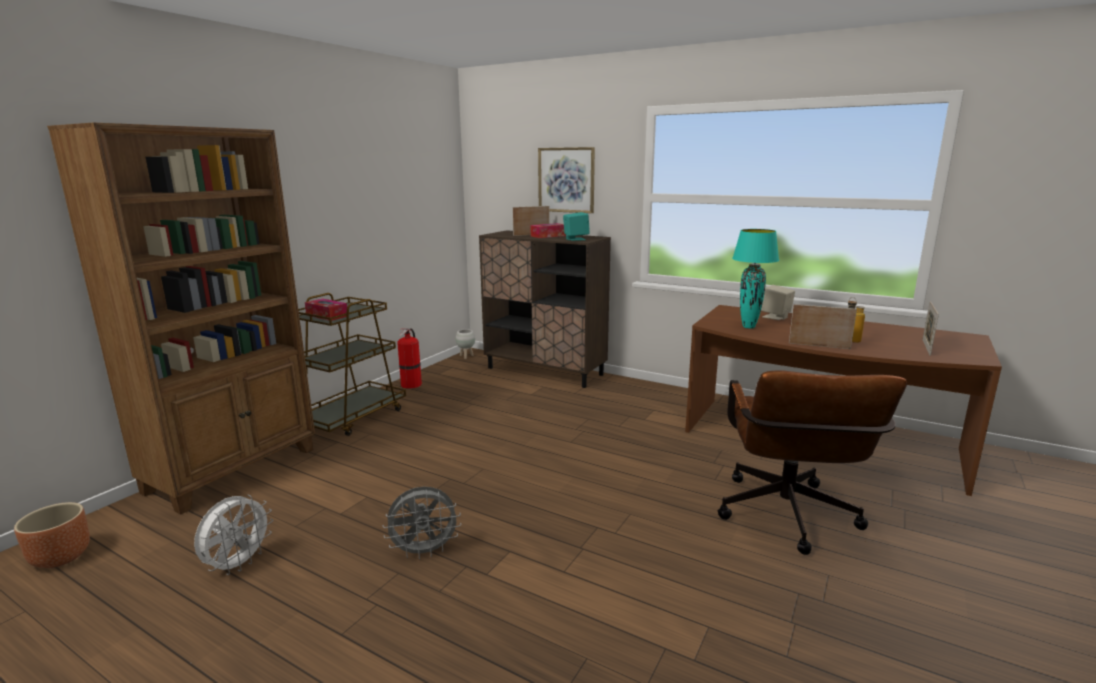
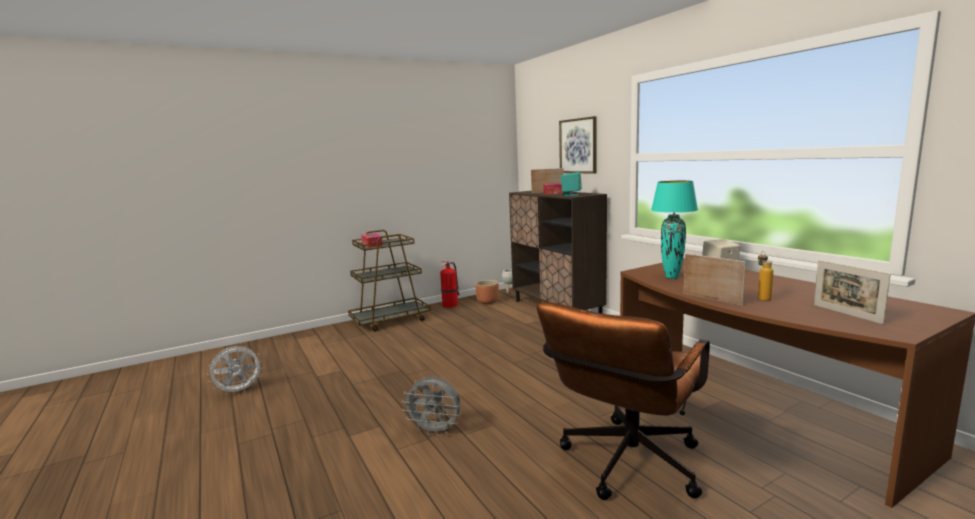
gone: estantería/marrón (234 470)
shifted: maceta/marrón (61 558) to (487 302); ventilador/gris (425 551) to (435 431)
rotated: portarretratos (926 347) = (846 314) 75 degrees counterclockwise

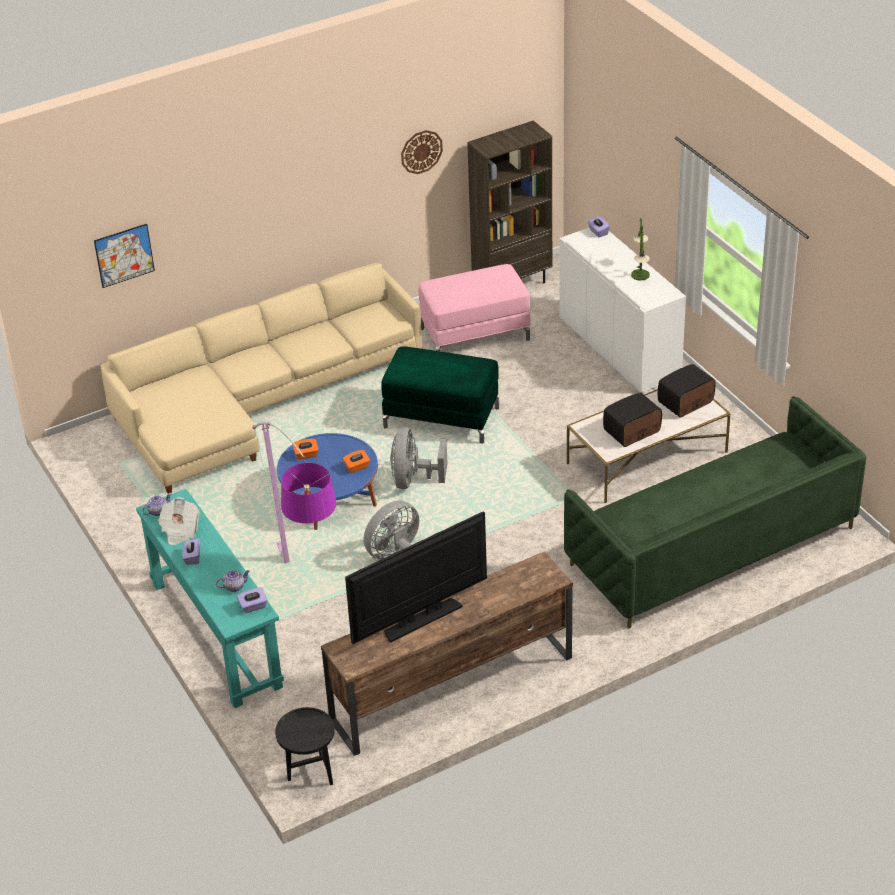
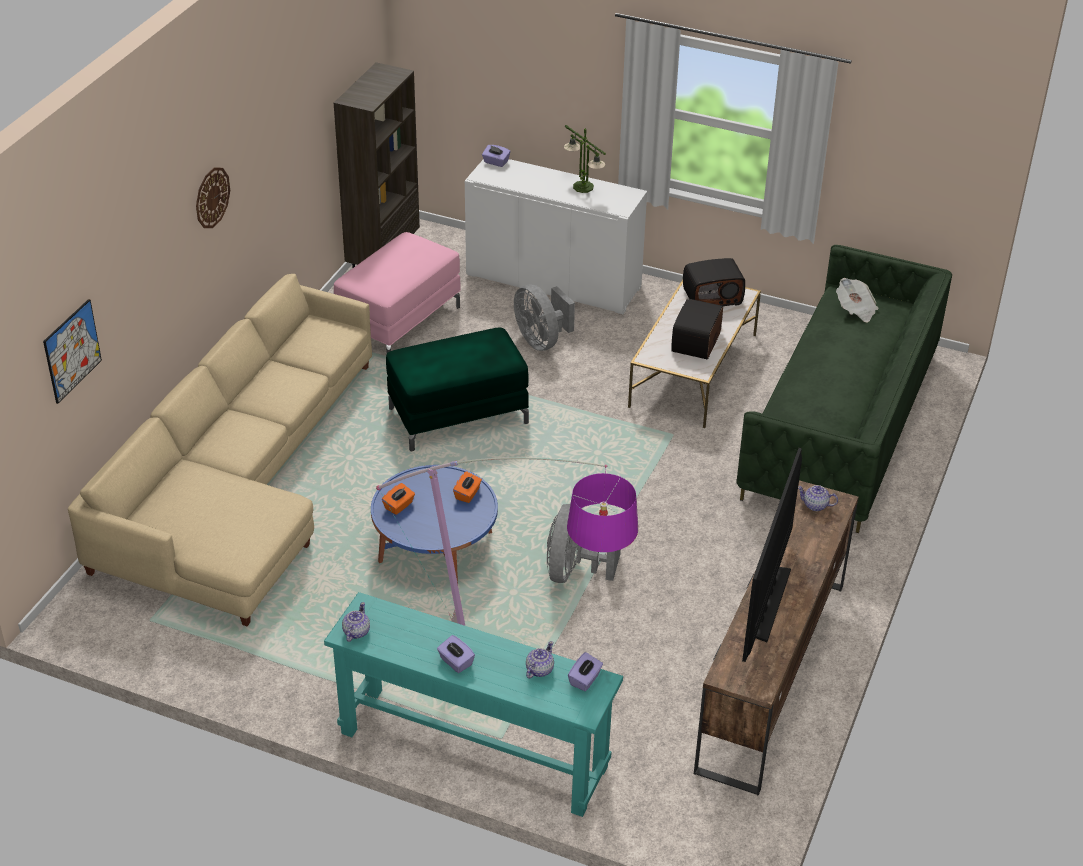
gone: mesa auxiliar/negro (310 774)
new: tetera (815 505)
shifted: periódico (180 530) to (855 310); ventilador/gris (413 480) to (541 341); reloj de pared (421 151) to (212 197)
rotated: radio (686 402) = (712 297) 120 degrees counterclockwise

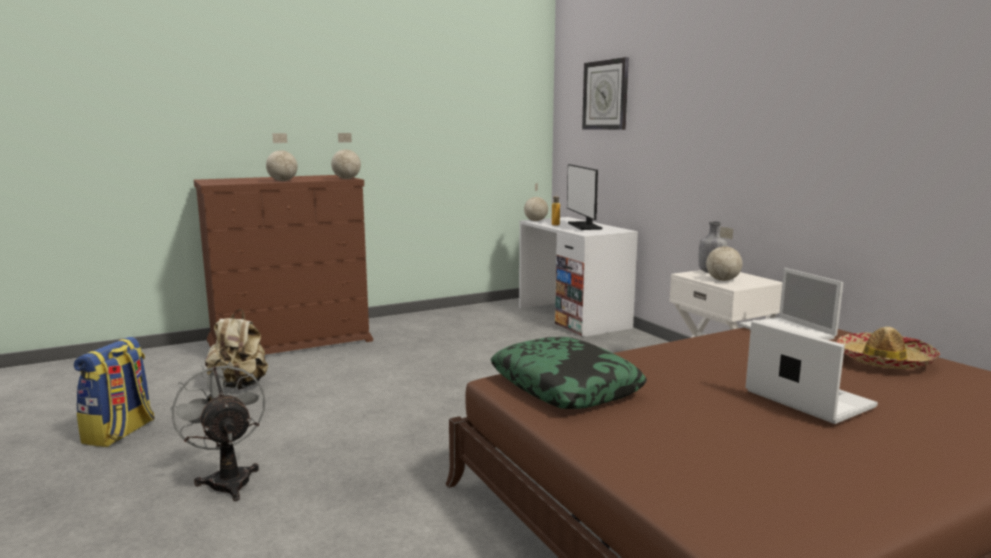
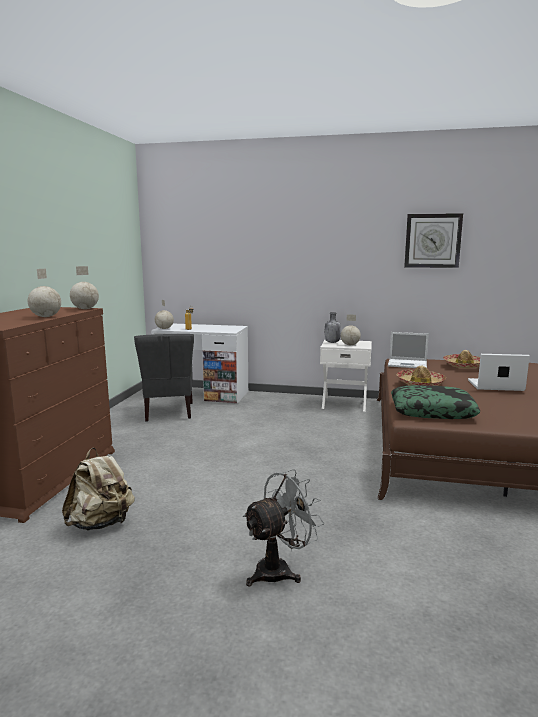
gone: mochila (120 433); monitor (584 226)
new: silla/gris (168 412); sombrero (420 383)
shifted: reloj de pared (605 95) to (432 241)
rotated: ventilador/gris (228 479) = (280 569) 135 degrees clockwise

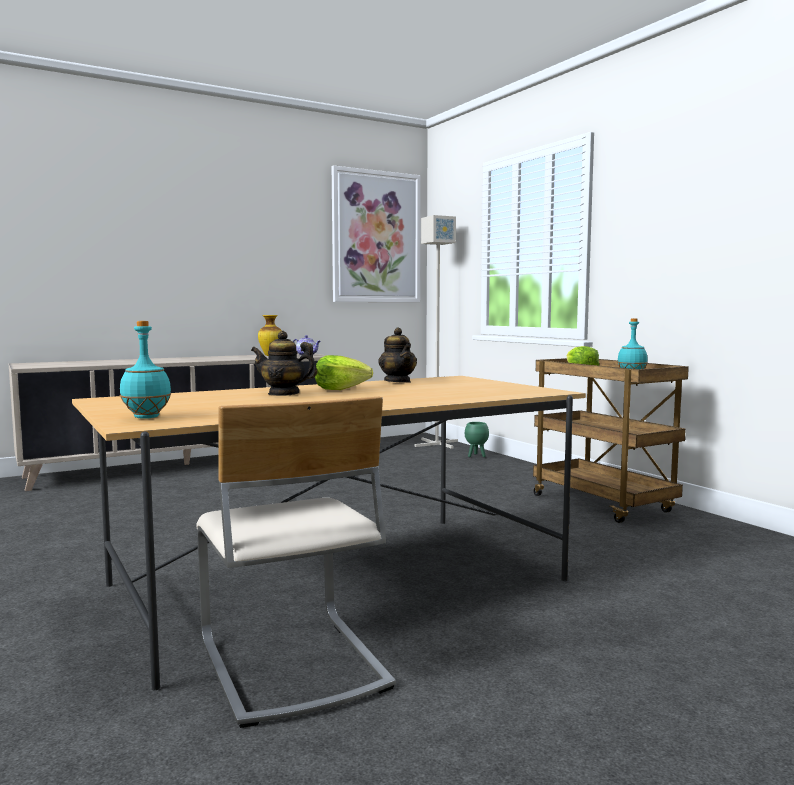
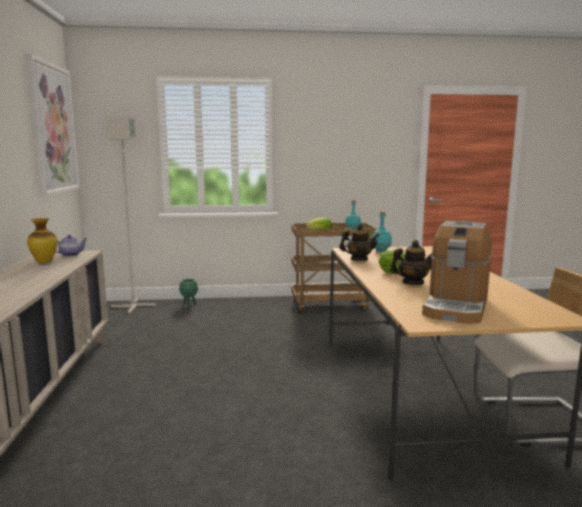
new: cafetera (456 306)
shifted: botella/turquesa (147 417) to (381 251)
rotated: tetera (284 394) = (412 283) 135 degrees counterclockwise

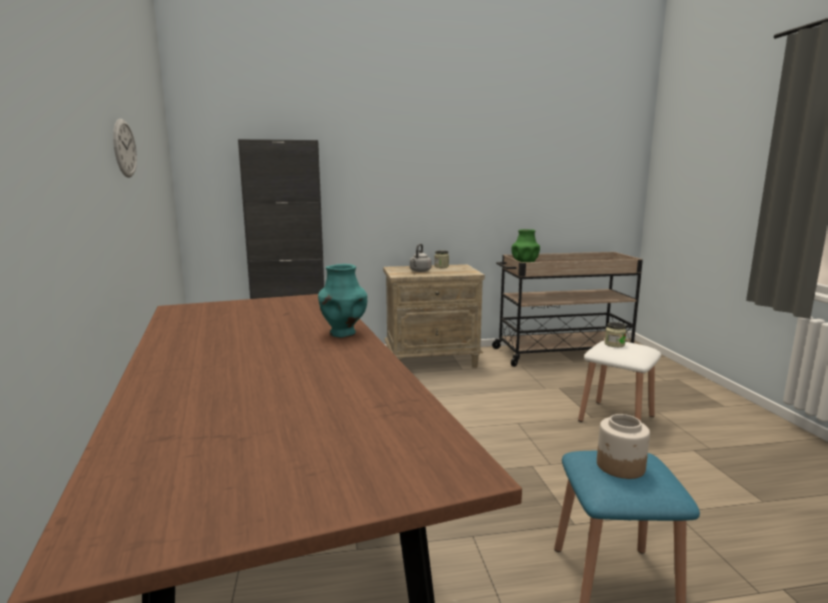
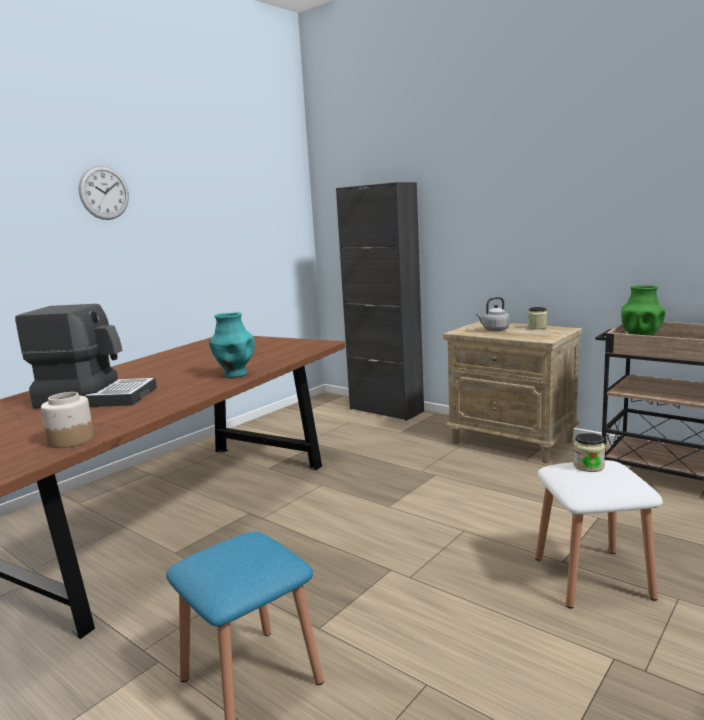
new: cafetera (96 397)
shifted: reloj de pared (124 148) to (104 193); tarro (620 466) to (70 440)

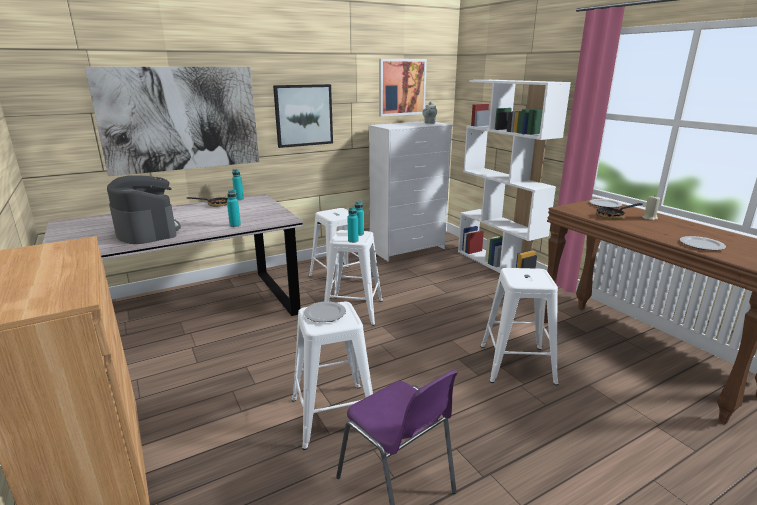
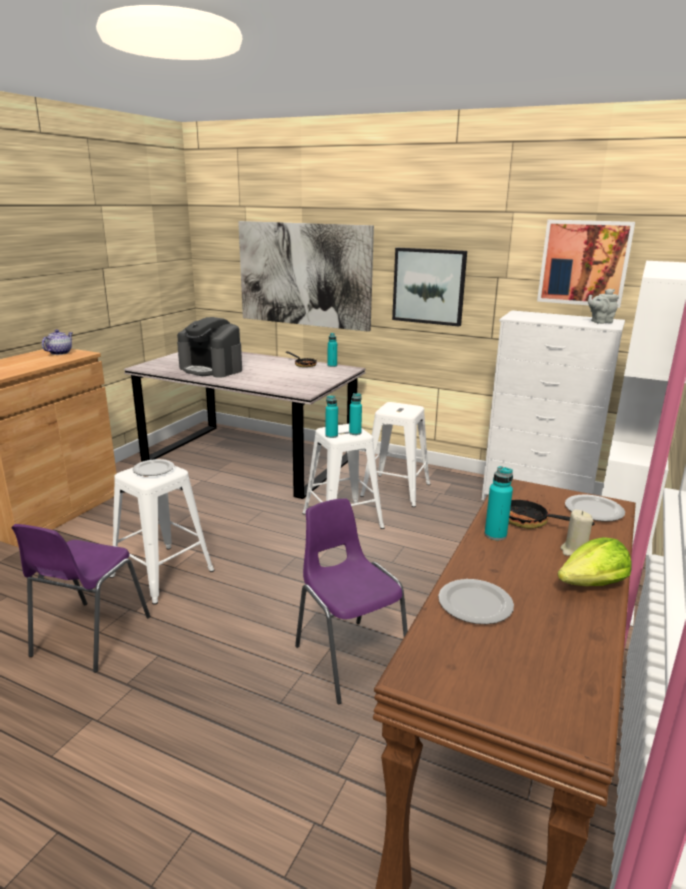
new: tetera (60 353); lechuga (592 585)
shifted: botella/turquesa (235 225) to (495 535)
swapped: taburete/blanco (515 363) to silla/morado (349 657)
rotated: cafetera (147 231) = (211 369) 105 degrees clockwise

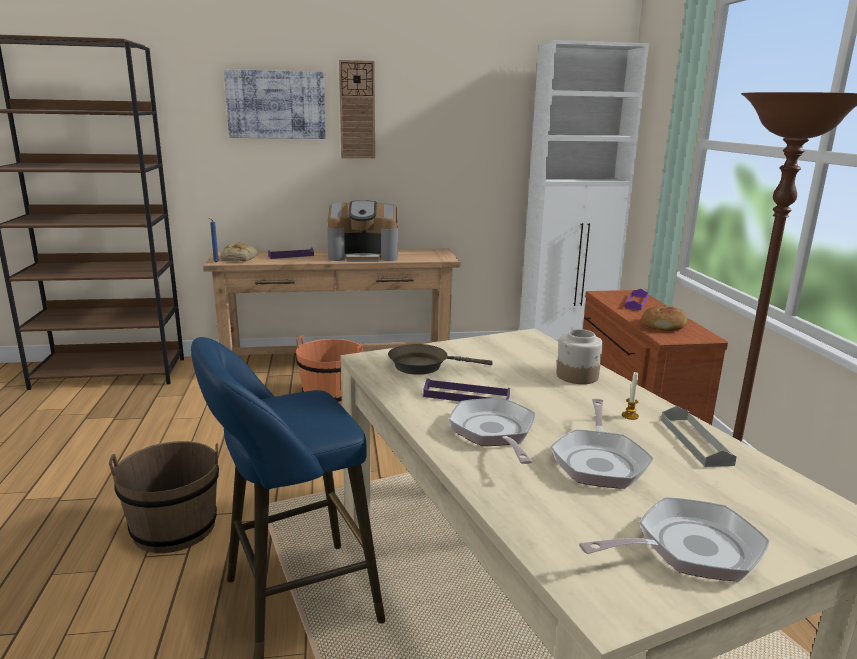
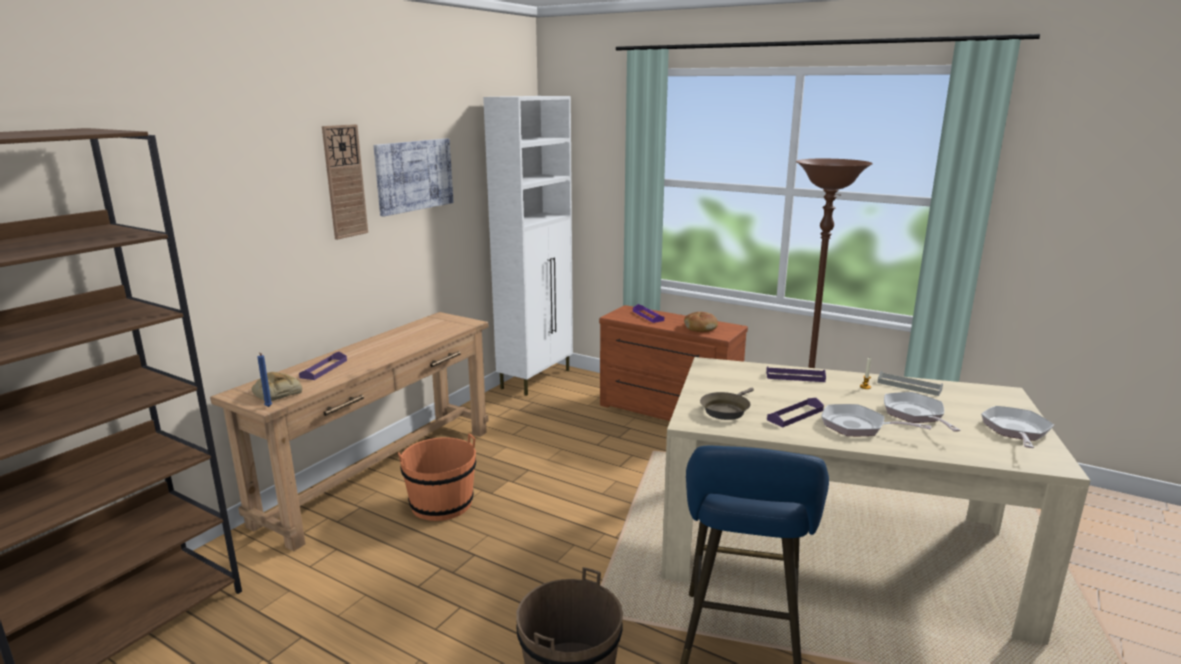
gone: cafetera (364 256)
shifted: cuadro (276 105) to (414 175)
swapped: tarro (577 376) to bandeja/morado (795 377)
rotated: sartén (599 461) = (915 415) 150 degrees counterclockwise

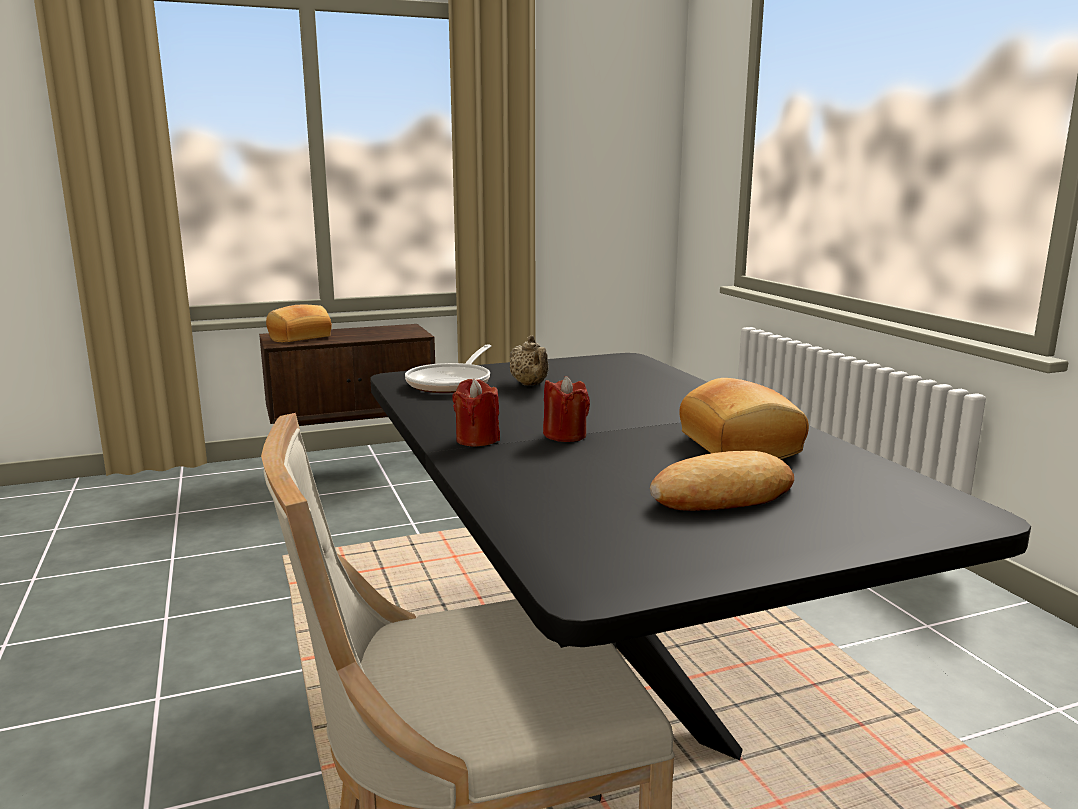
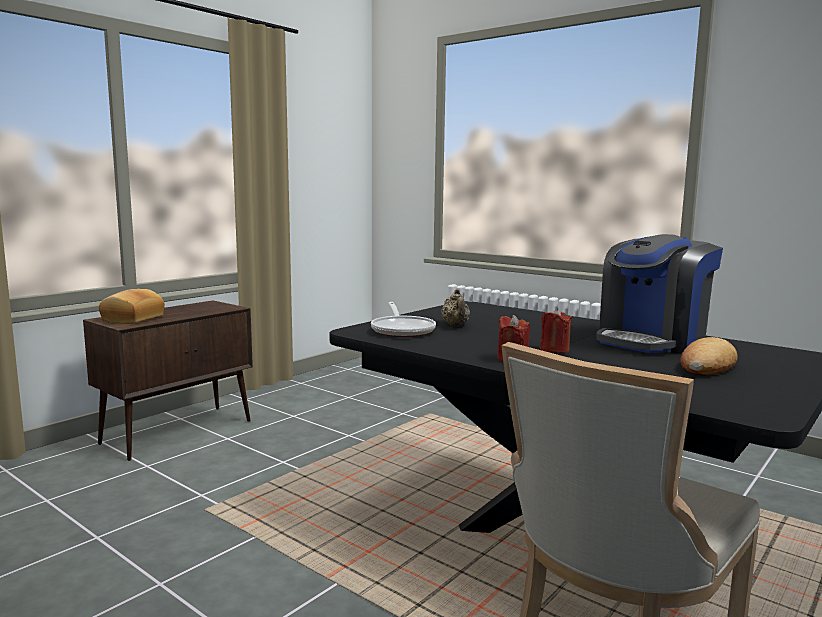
swapped: pan (742 445) to cafetera (652 341)
rotated: tetera/beis (530 385) = (455 325) 45 degrees clockwise

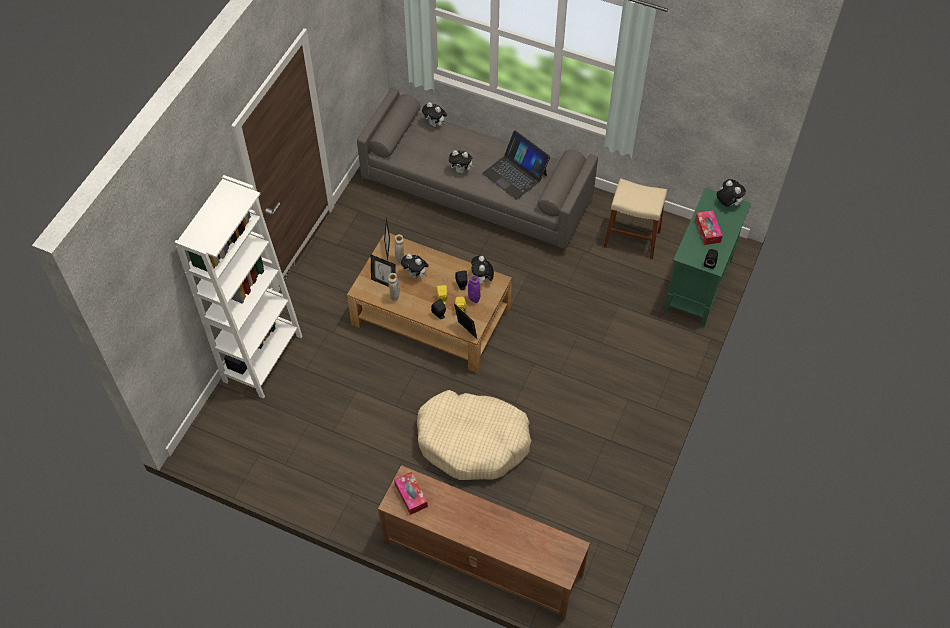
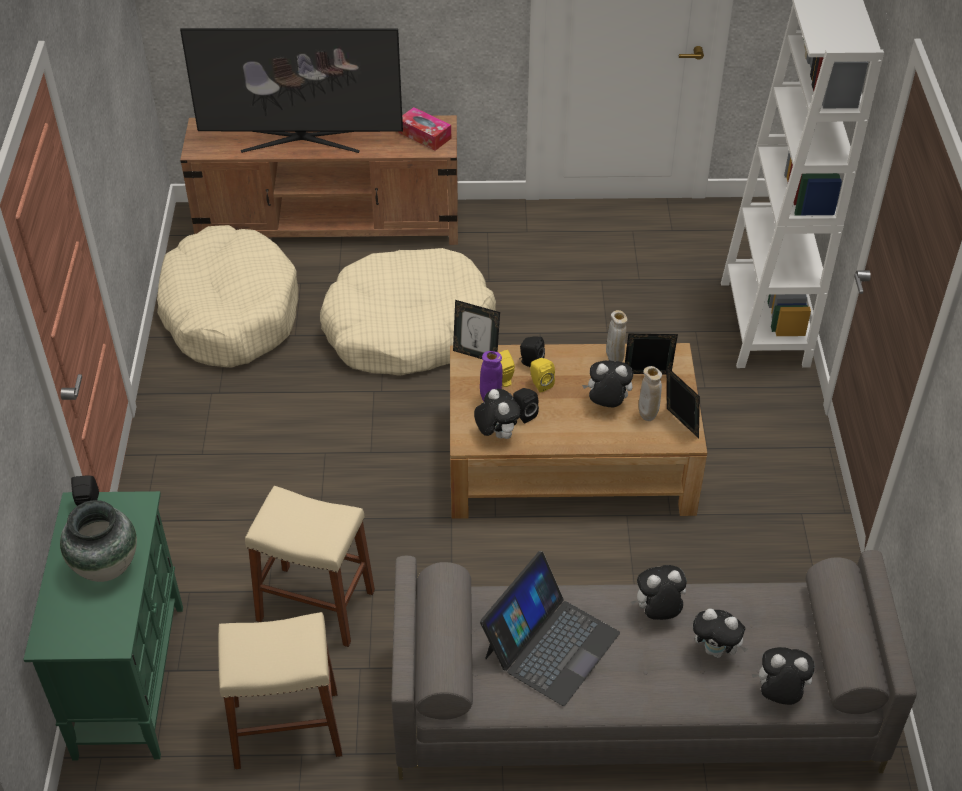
new: cama para perro/beis (229 312); televisor (301 140); taburete/beis (315 605)
shifted: peluche (727 203) to (716 650)
swapped: caja de pañuelos (707 231) to florero (105 566)
rotated: portátil (515 174) = (550 644) 105 degrees clockwise

